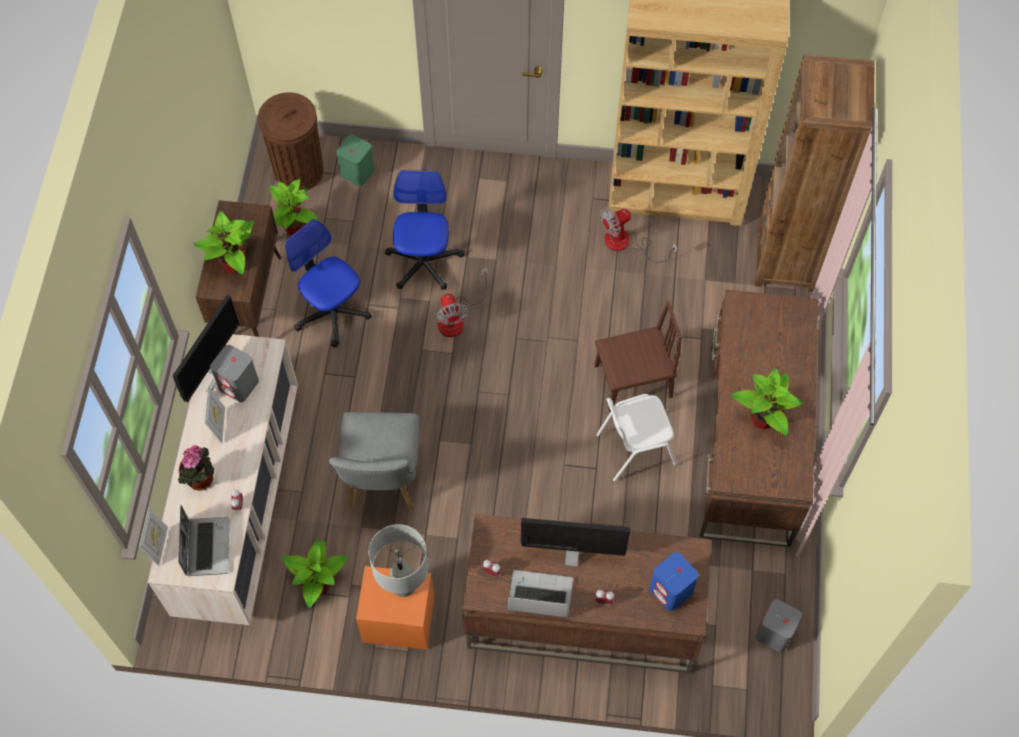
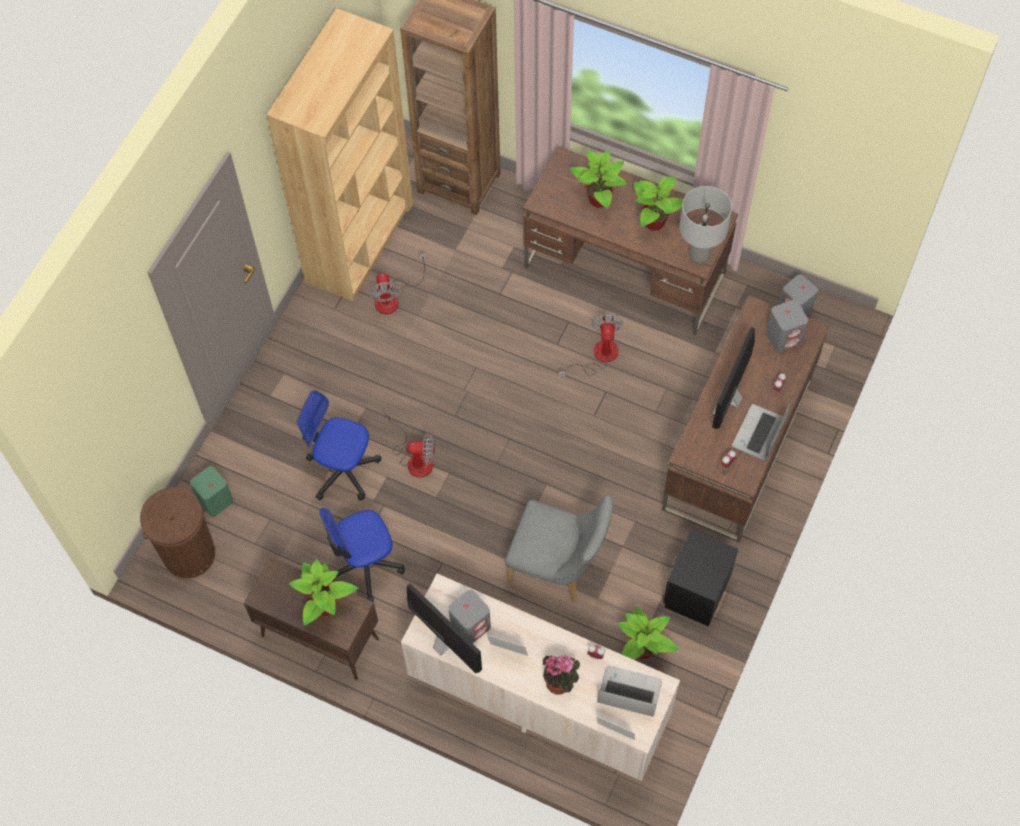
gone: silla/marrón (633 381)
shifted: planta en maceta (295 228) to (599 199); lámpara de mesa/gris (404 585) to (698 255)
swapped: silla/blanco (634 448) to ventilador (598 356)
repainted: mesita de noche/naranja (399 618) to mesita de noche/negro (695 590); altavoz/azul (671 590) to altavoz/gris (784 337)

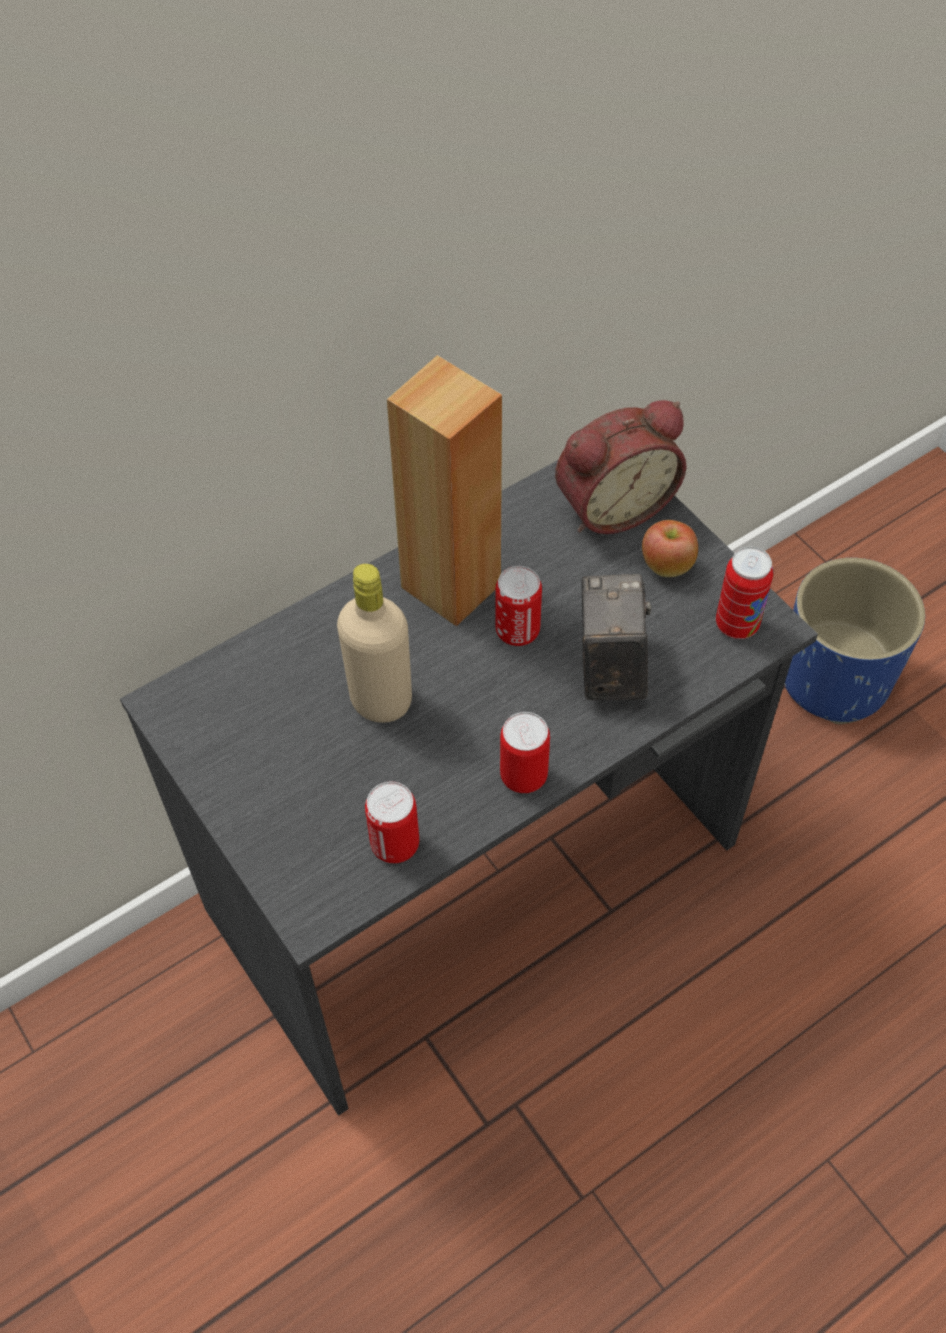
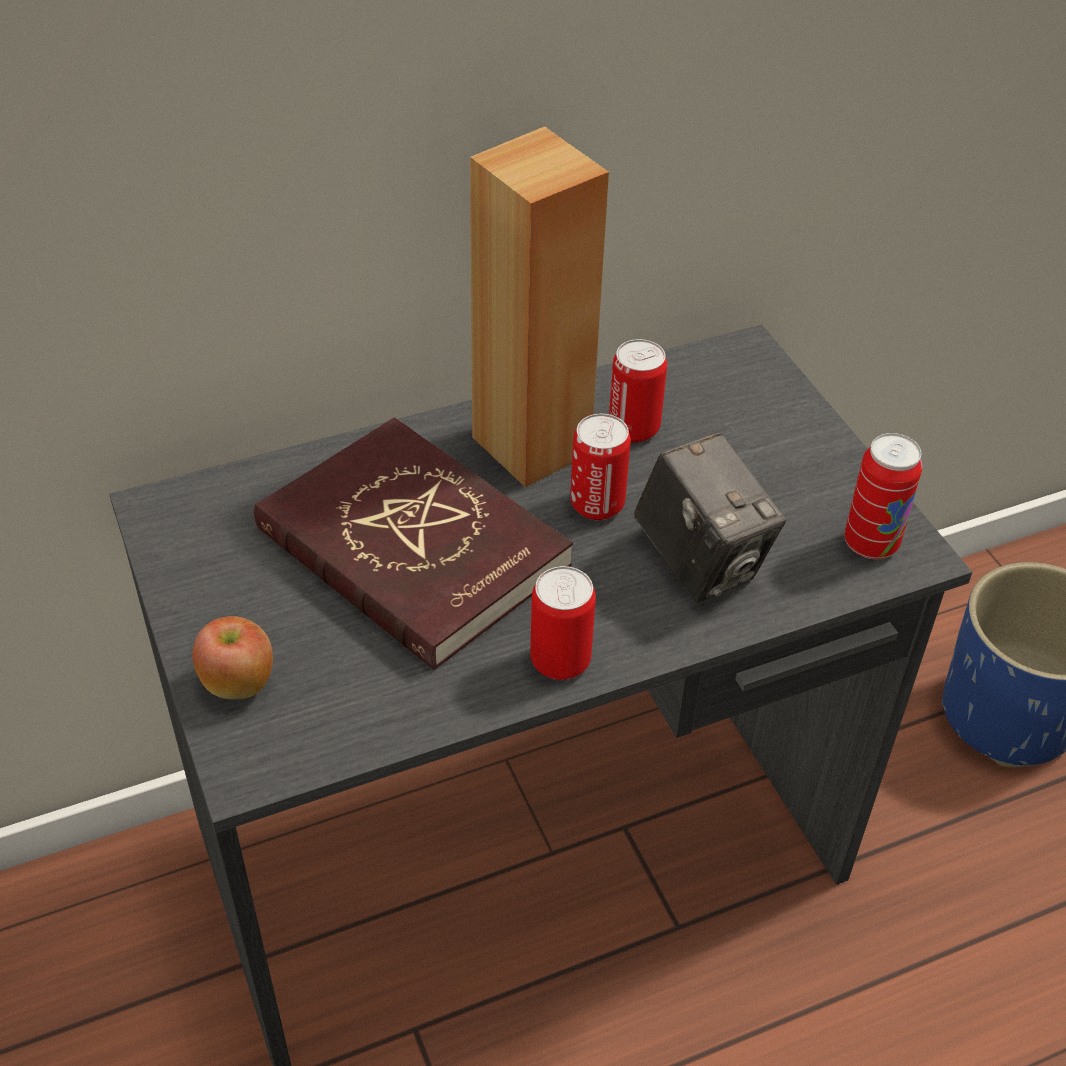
gone: despertador (612 505)
shifted: lata (395 844) to (634 428); manzana (666 566) to (238 683)
swapped: botella/beis (381 700) to libro/rojo (411 549)
rotated: cámara (610 666) = (700 561) 135 degrees clockwise

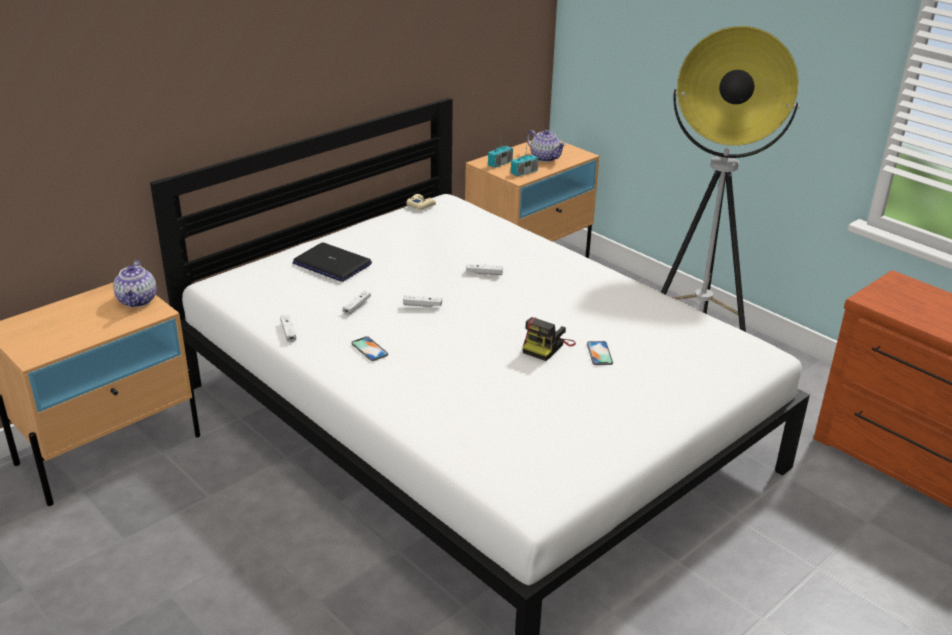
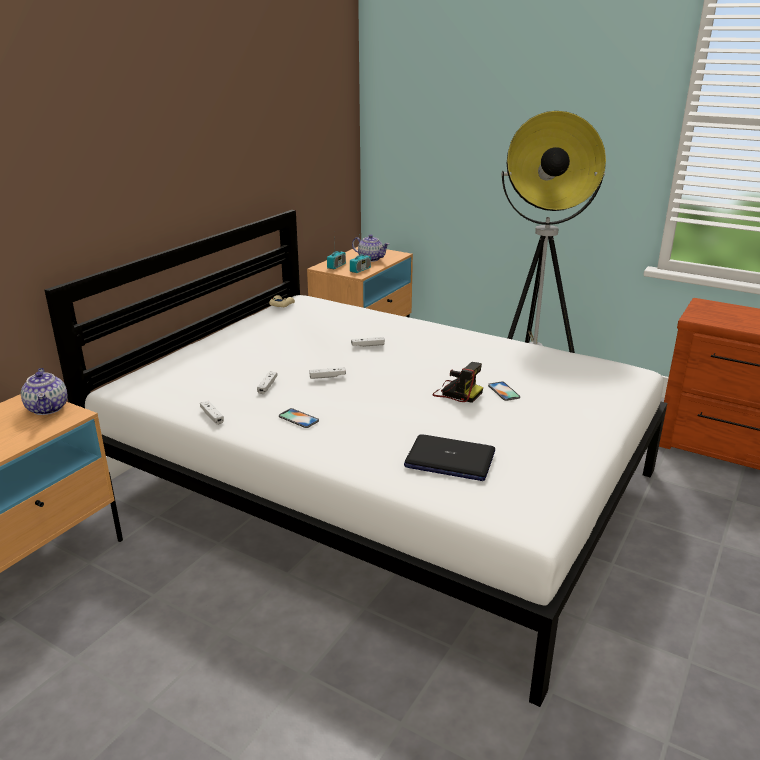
shifted: portátil (331 264) to (449 460)
rotated: cámara (547 346) = (456 393) 75 degrees counterclockwise

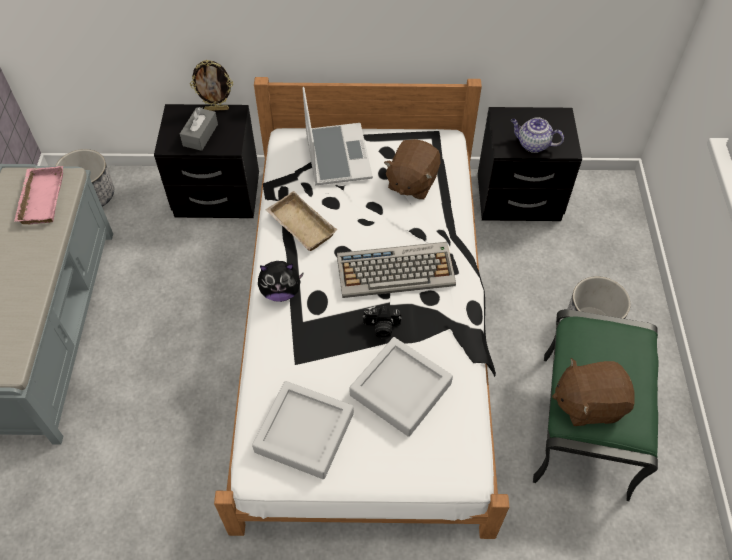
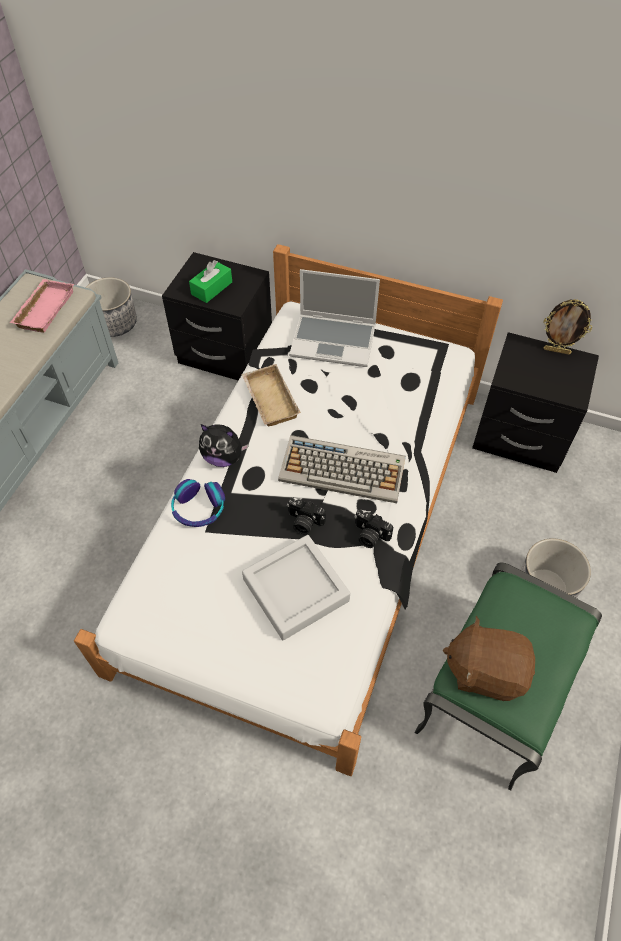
gone: bandeja/gris (304 432); peluche/marrón (411 182); tetera (532 144)
new: auriculares (198 508); cámara (369 536)
shifted: portarretratos (217 109) to (557 350)
repainted: caja de pañuelos/gris (200 135) to caja de pañuelos/verde (212 288)
rotated: portátil (336 155) = (334 341) 90 degrees clockwise

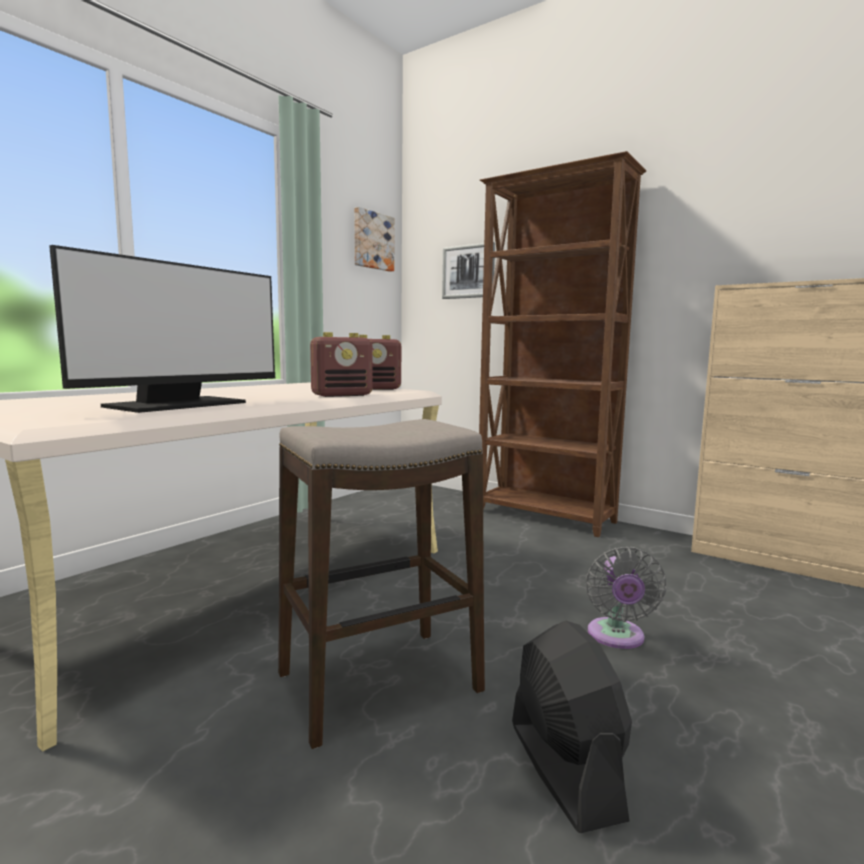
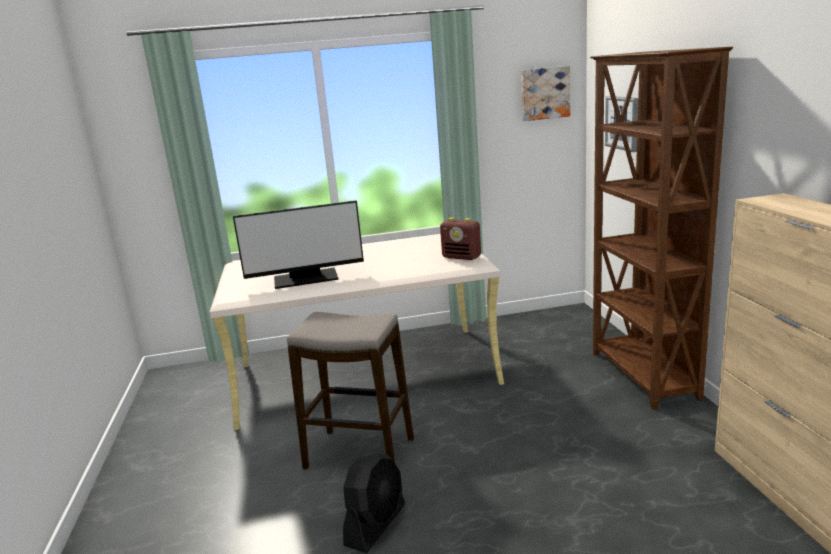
gone: radio (342 395); ventilador/gris (616 637)

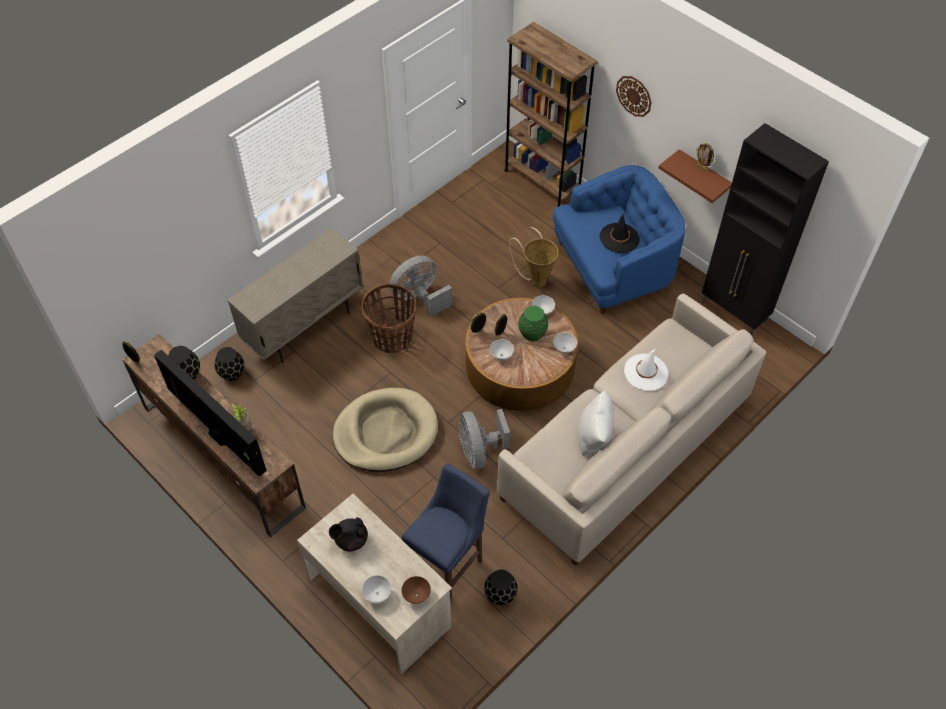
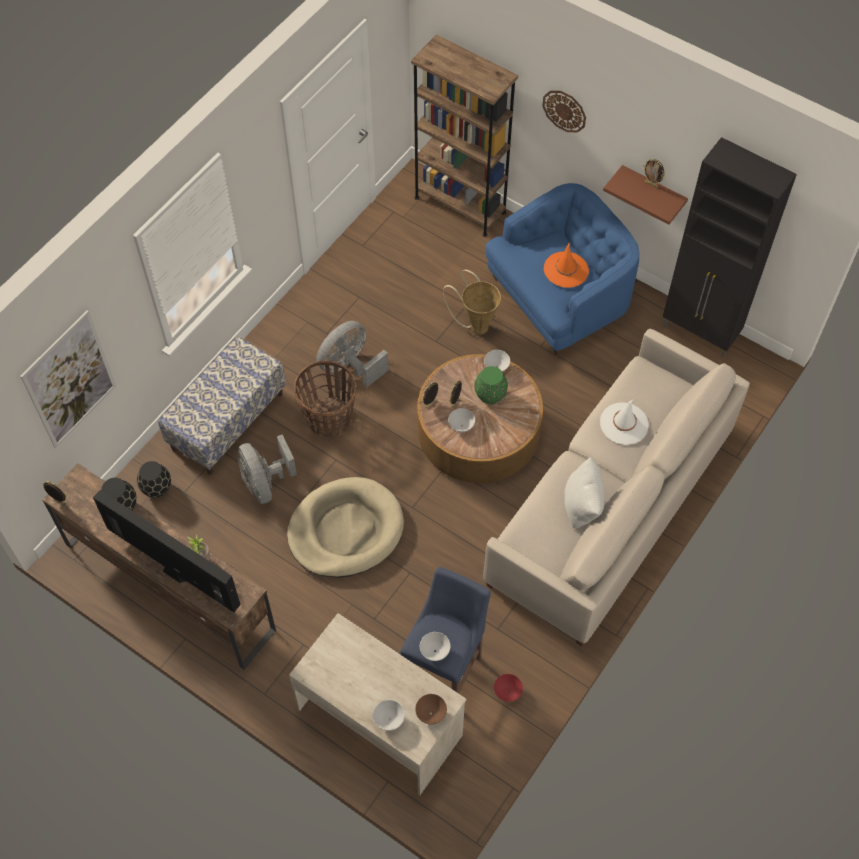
gone: tetera/negro (350 540)
new: cuadro (70 380)
shifted: ventilador/gris (479 451) to (265 483); cuenco/blanco (564 348) to (434 651)
swapped: armario/beis (305 327) to banco (227 421); florero/negro (500 595) to cuenco/rojo (507 692)
repainted: sombrero/negro (619 238) to sombrero/naranja (566 270)

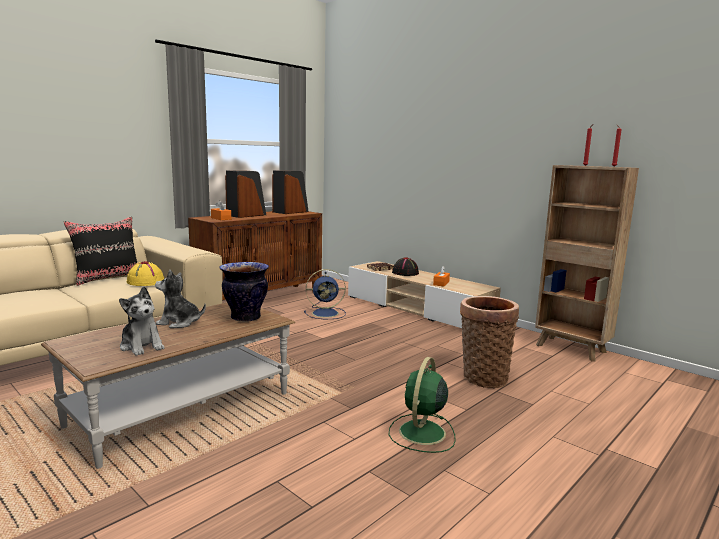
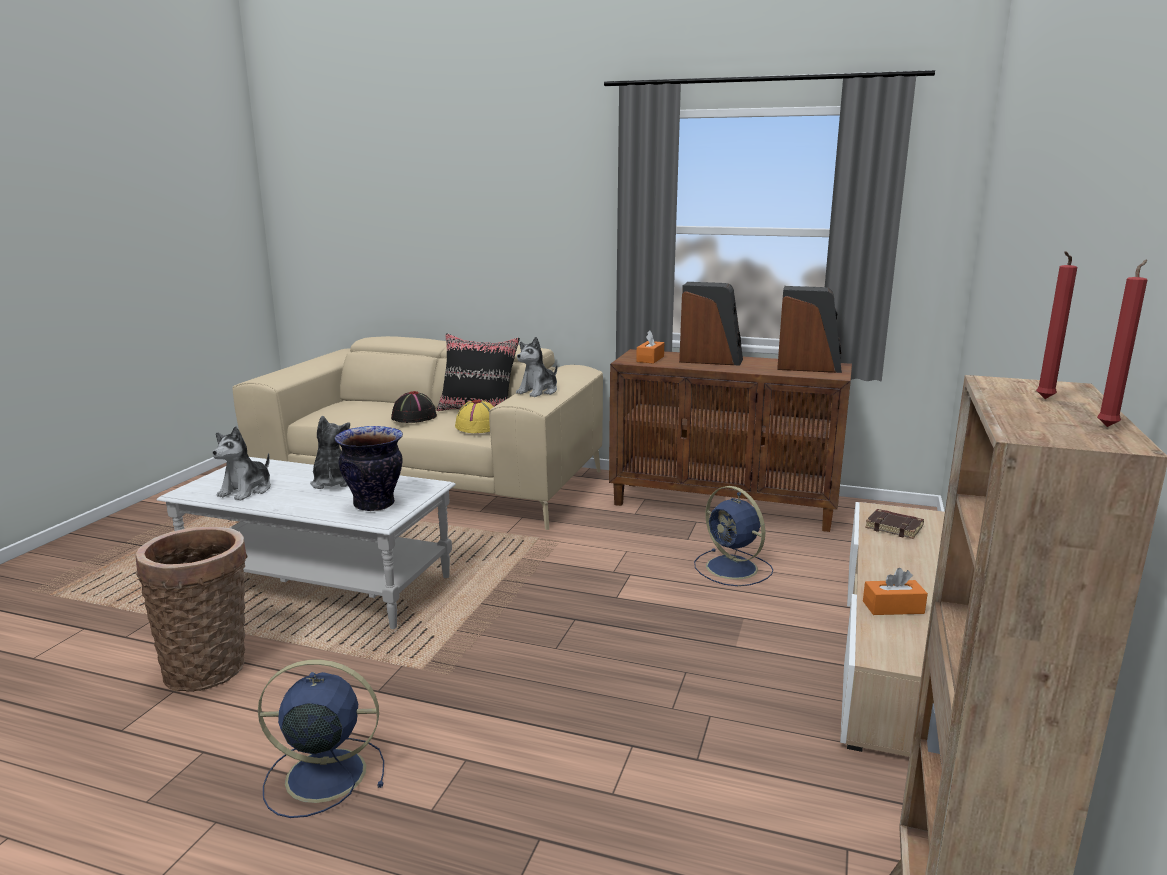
new: peluche (538 391)
shifted: sombrero/negro (405 273) to (413 417); cesta (483 377) to (209 667)
repainted: mesa de centro/marrón (182 409) to mesa de centro/blanco (320 584); ventilador/verde (421 433) to ventilador/azul (322 775)

